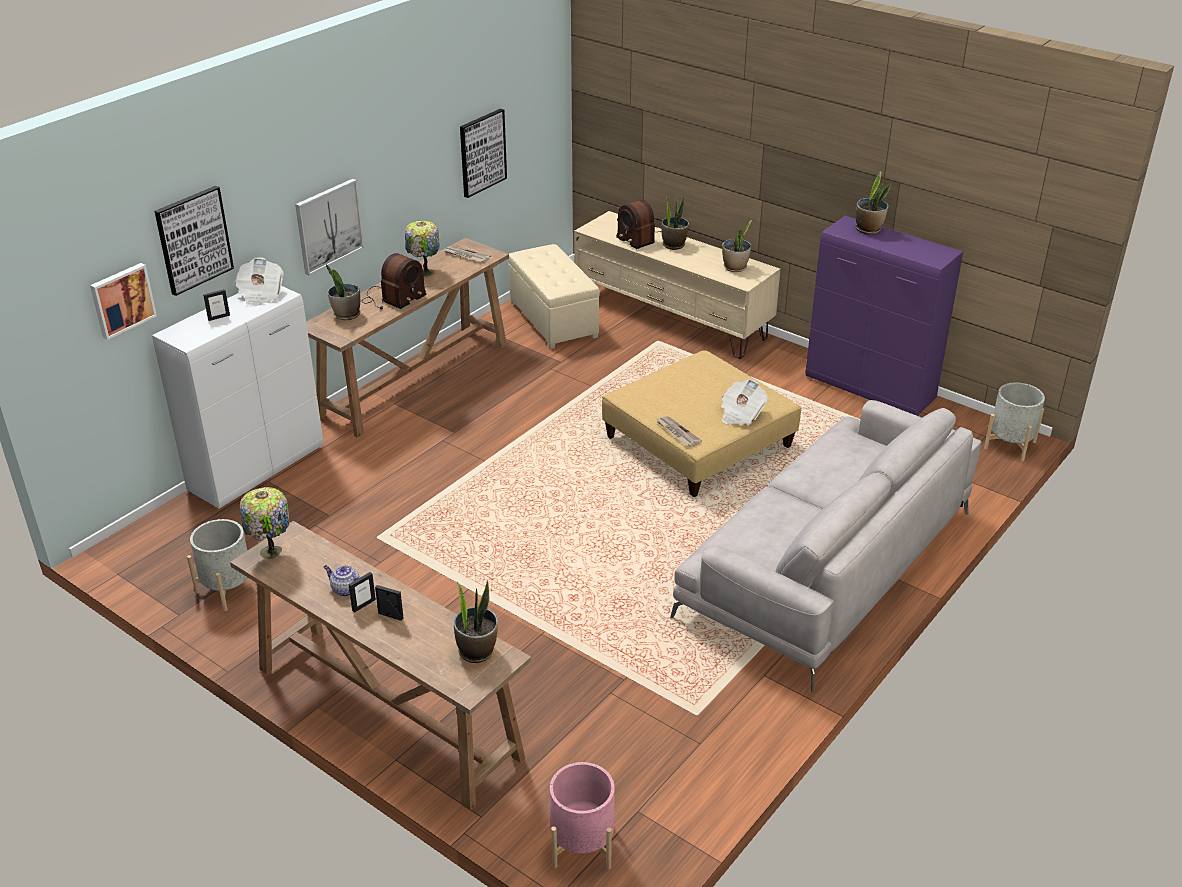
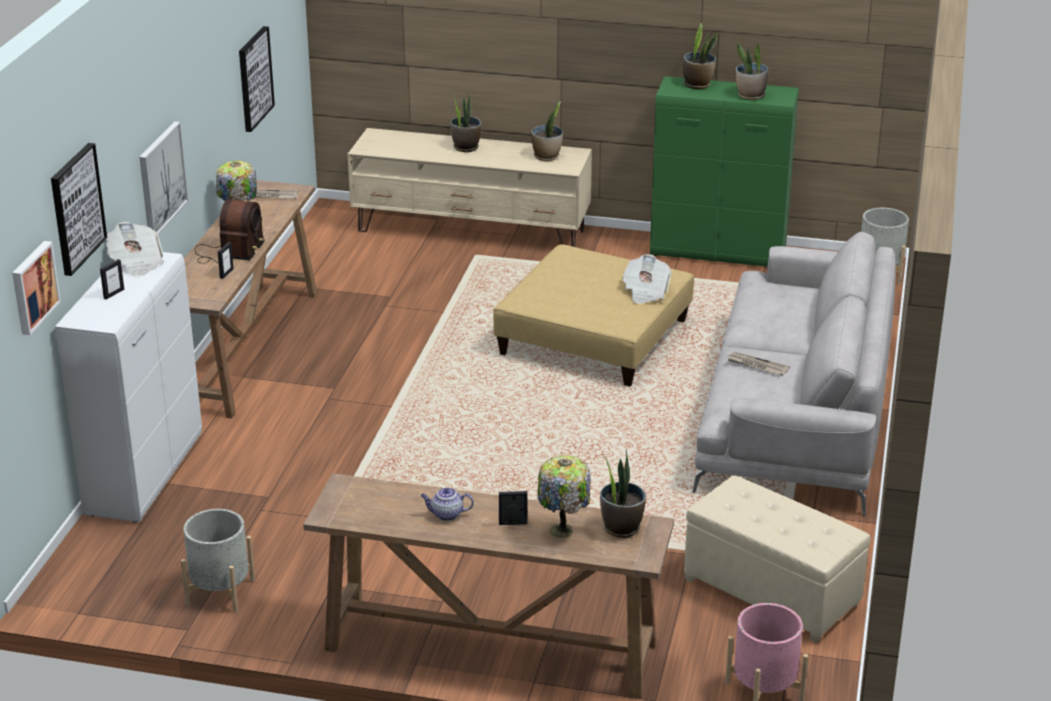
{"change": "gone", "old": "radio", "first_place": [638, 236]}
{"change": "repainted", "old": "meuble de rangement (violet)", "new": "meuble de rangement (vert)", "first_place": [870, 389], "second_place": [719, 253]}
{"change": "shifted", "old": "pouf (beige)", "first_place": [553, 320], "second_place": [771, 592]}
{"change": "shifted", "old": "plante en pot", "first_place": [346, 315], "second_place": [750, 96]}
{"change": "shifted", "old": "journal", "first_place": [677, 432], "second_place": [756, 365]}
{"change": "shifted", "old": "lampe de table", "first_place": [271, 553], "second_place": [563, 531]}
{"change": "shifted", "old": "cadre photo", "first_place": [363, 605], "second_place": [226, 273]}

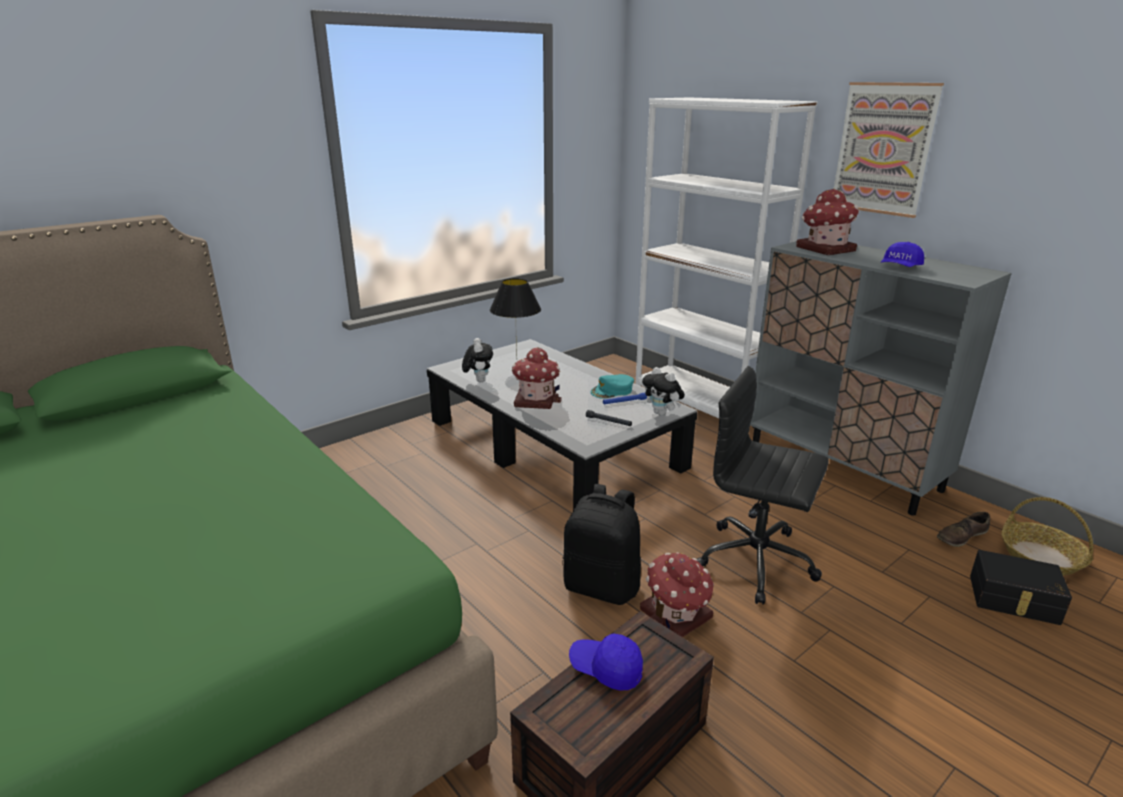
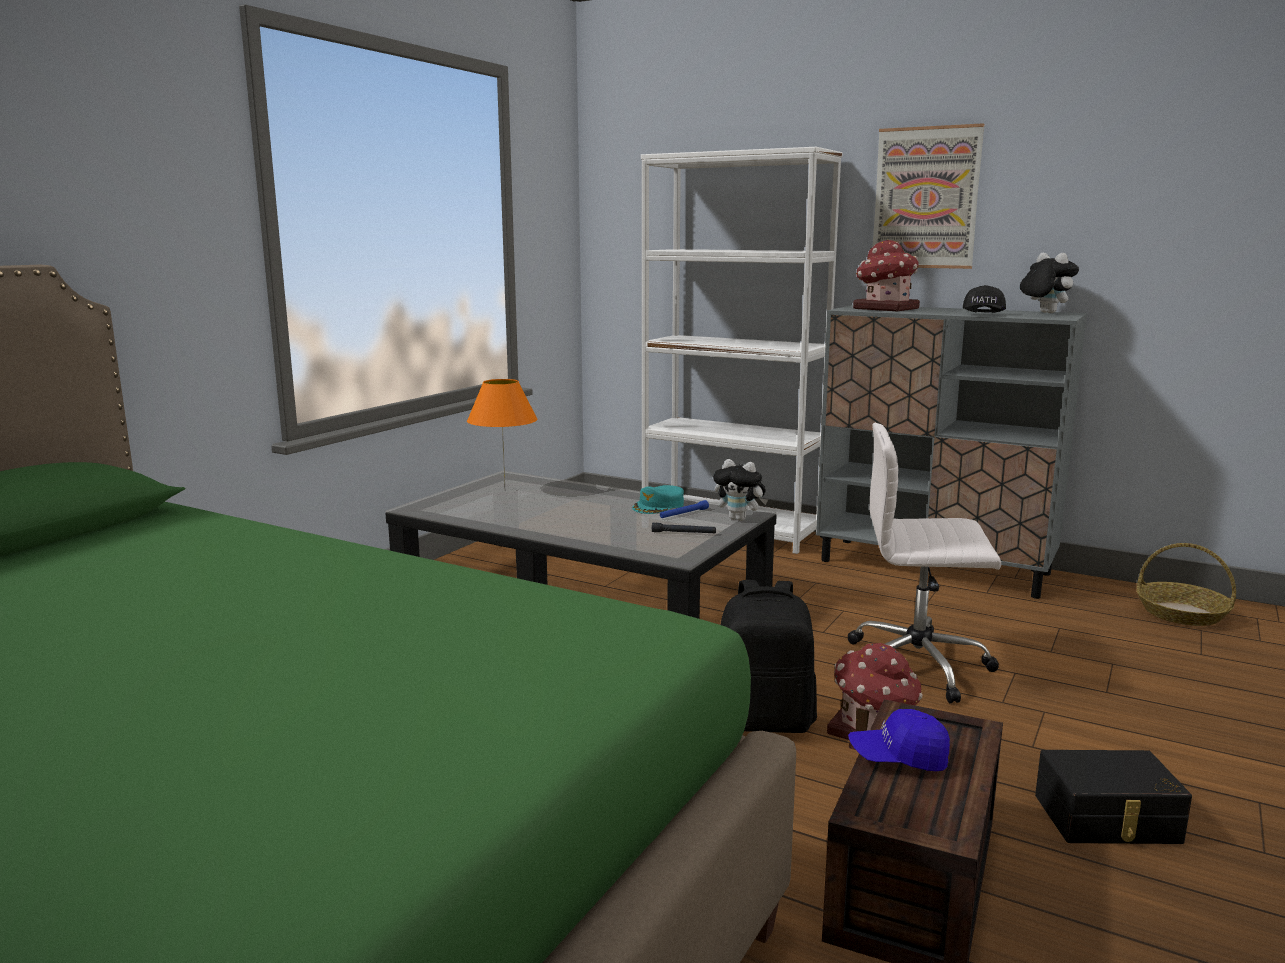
{"change": "repainted", "old": "casquette (bleu)", "new": "casquette (noir)", "first_place": [900, 268], "second_place": [983, 314]}
{"change": "repainted", "old": "lampe de table (noir)", "new": "lampe de table (orange)", "first_place": [517, 359], "second_place": [505, 490]}
{"change": "shifted", "old": "peluche", "first_place": [478, 380], "second_place": [1044, 313]}
{"change": "gone", "old": "maison miniature", "first_place": [536, 399]}
{"change": "repainted", "old": "chaise de bureau (noir)", "new": "chaise de bureau (blanc)", "first_place": [758, 562], "second_place": [919, 666]}
{"change": "gone", "old": "chaussure (marron)", "first_place": [961, 536]}
{"change": "shifted", "old": "boîte de rangement (noir)", "first_place": [1014, 600], "second_place": [1108, 820]}

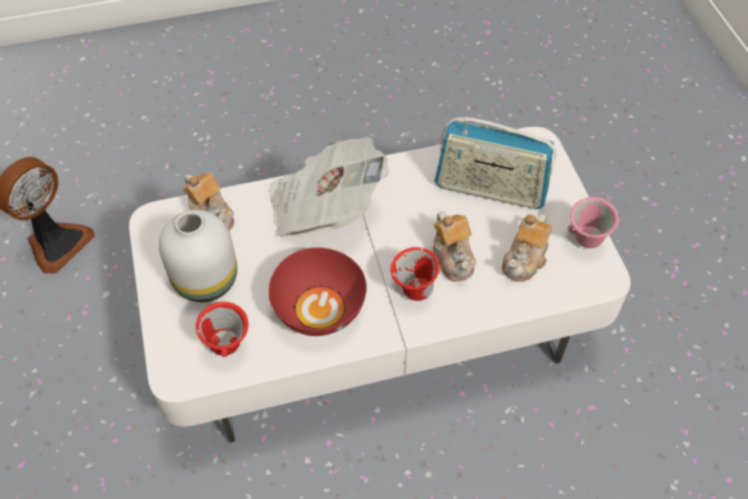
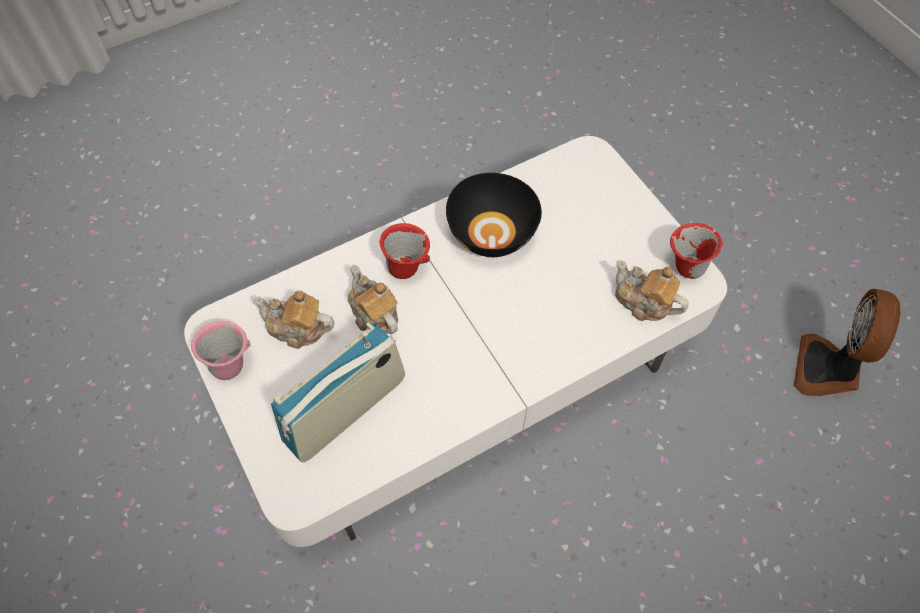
{"change": "rotated", "old": "radio", "first_place": [490, 189], "second_place": [345, 410], "degrees": -45}
{"change": "gone", "old": "journal", "first_place": [325, 206]}
{"change": "gone", "old": "vase (blanc)", "first_place": [204, 278]}
{"change": "rotated", "old": "théière", "first_place": [525, 260], "second_place": [297, 329], "degrees": -90}
{"change": "repainted", "old": "bol (rouge)", "new": "bol (noir)", "first_place": [318, 308], "second_place": [493, 233]}
{"change": "shifted", "old": "mug (rouge)", "first_place": [228, 348], "second_place": [684, 268]}

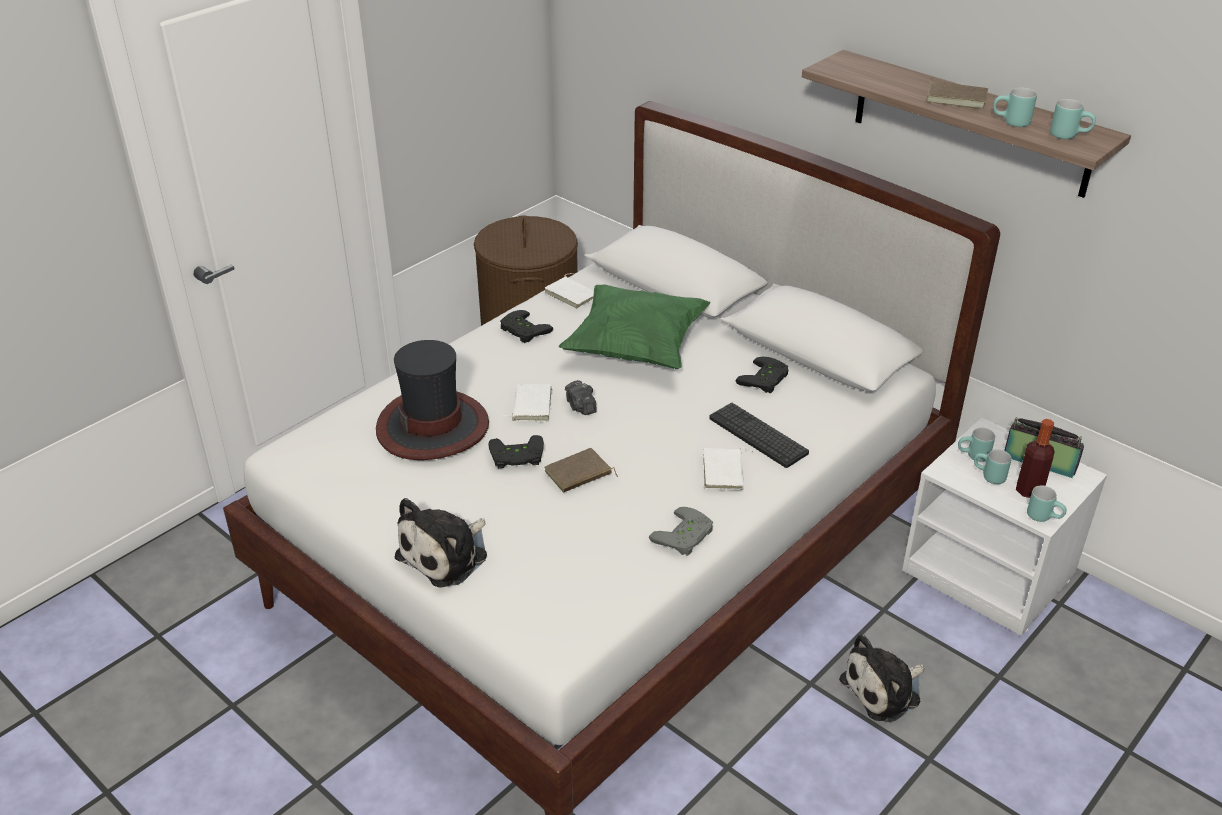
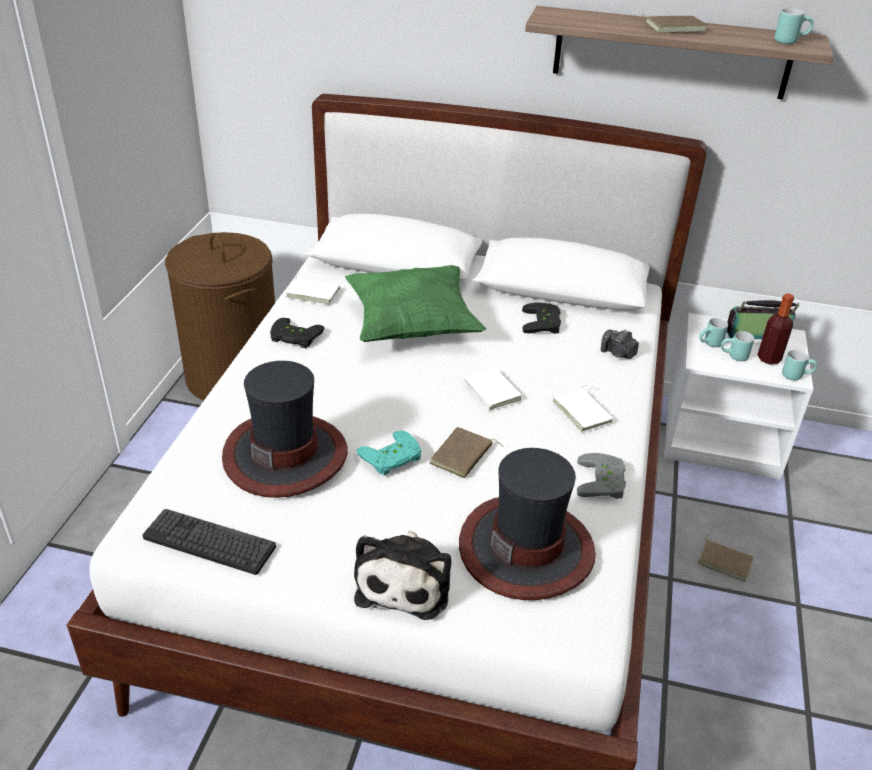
{"change": "gone", "old": "mug (turquoise)", "first_place": [1011, 123]}
{"change": "shifted", "old": "appareil photo", "first_place": [580, 407], "second_place": [618, 353]}
{"change": "shifted", "old": "livre (blanc)", "first_place": [530, 405], "second_place": [490, 392]}
{"change": "shifted", "old": "clavier", "first_place": [758, 435], "second_place": [209, 542]}
{"change": "repainted", "old": "manette (noir)", "new": "manette (turquoise)", "first_place": [516, 457], "second_place": [392, 458]}
{"change": "swapped", "old": "peluche", "new": "livre (marron)", "first_place": [884, 690], "second_place": [725, 561]}
{"change": "new", "new": "chapeau", "second_place": [526, 548]}

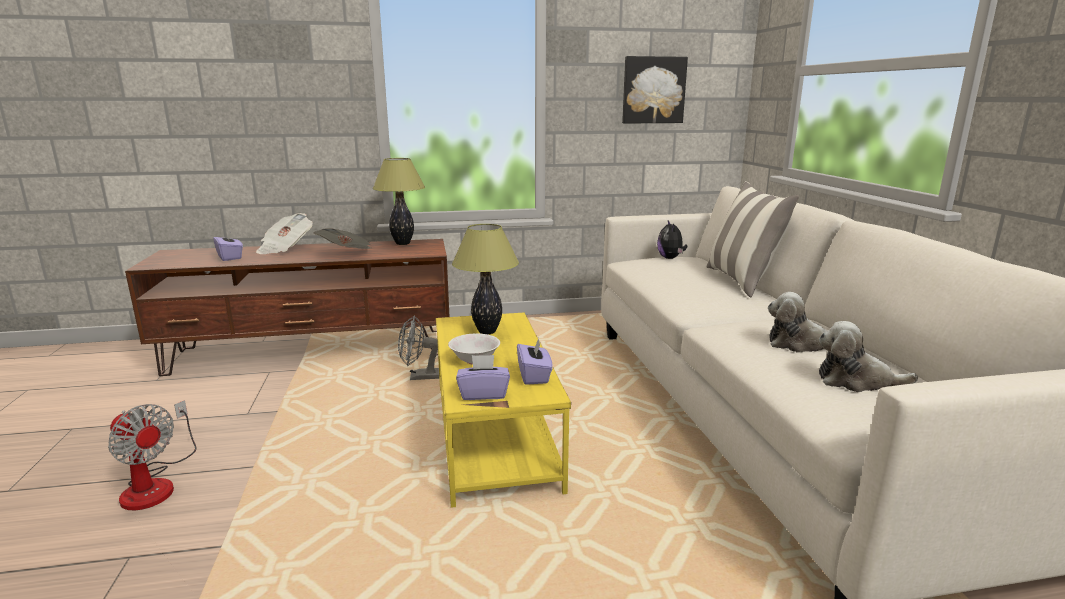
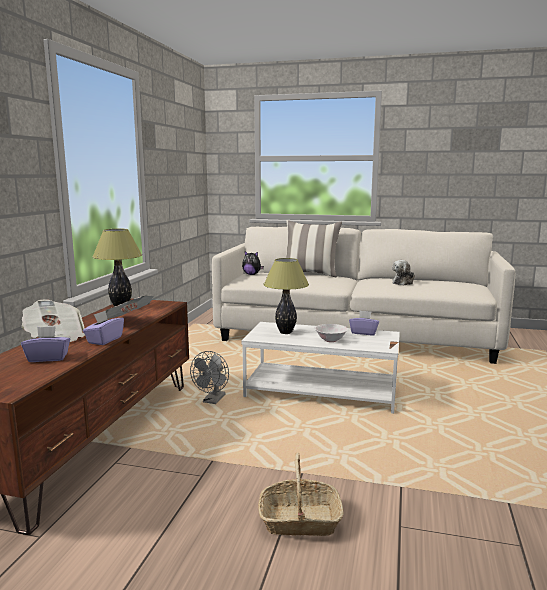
{"change": "gone", "old": "tableau", "first_place": [653, 90]}
{"change": "repainted", "old": "table basse (jaune)", "new": "table basse (blanc)", "first_place": [495, 435], "second_place": [322, 391]}
{"change": "gone", "old": "peluche", "first_place": [856, 381]}
{"change": "shifted", "old": "boîte à mouchoirs (violet)", "first_place": [483, 394], "second_place": [104, 340]}
{"change": "swapped", "old": "ventilateur", "new": "panier", "first_place": [155, 484], "second_place": [299, 520]}

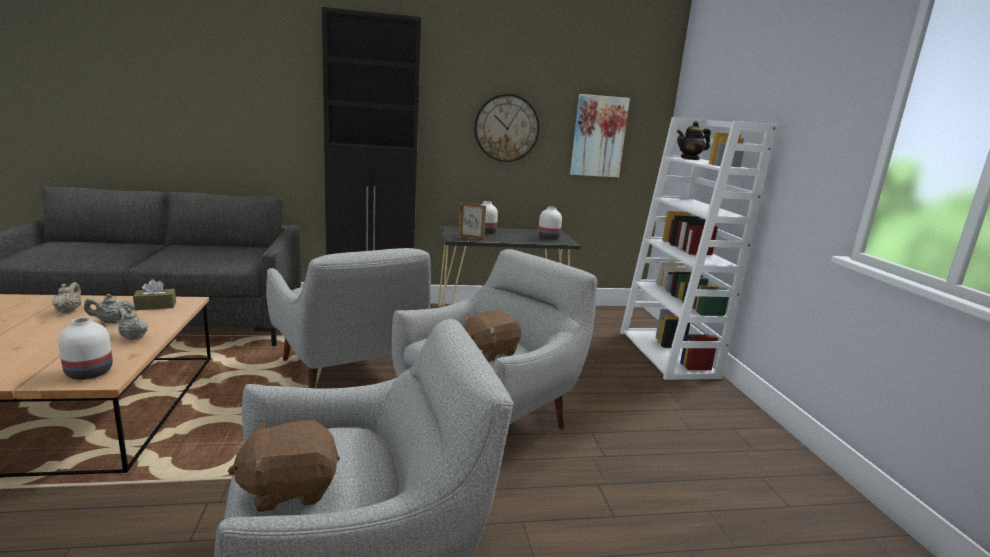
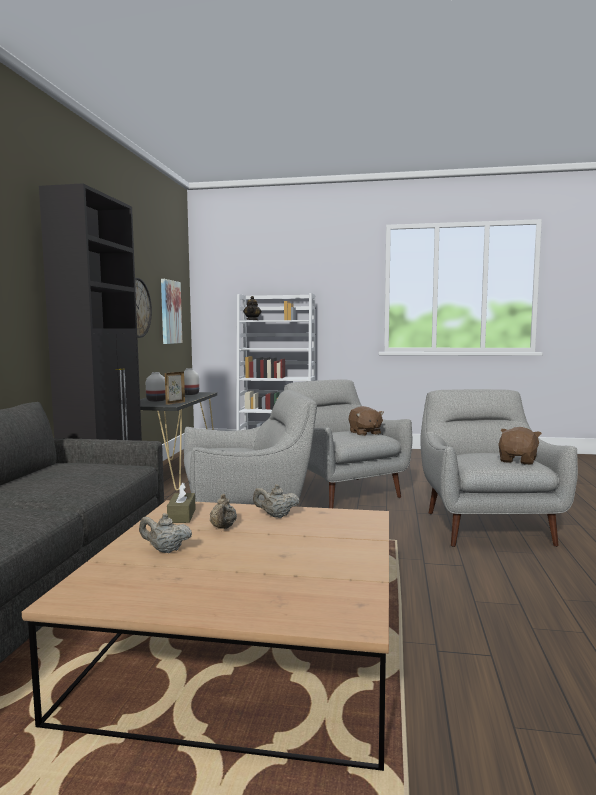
{"change": "rotated", "old": "théière (beige)", "first_place": [133, 337], "second_place": [276, 516], "degrees": 45}
{"change": "gone", "old": "vase (blanc)", "first_place": [88, 372]}
{"change": "rotated", "old": "peluche (marron)", "first_place": [289, 488], "second_place": [518, 460], "degrees": -150}

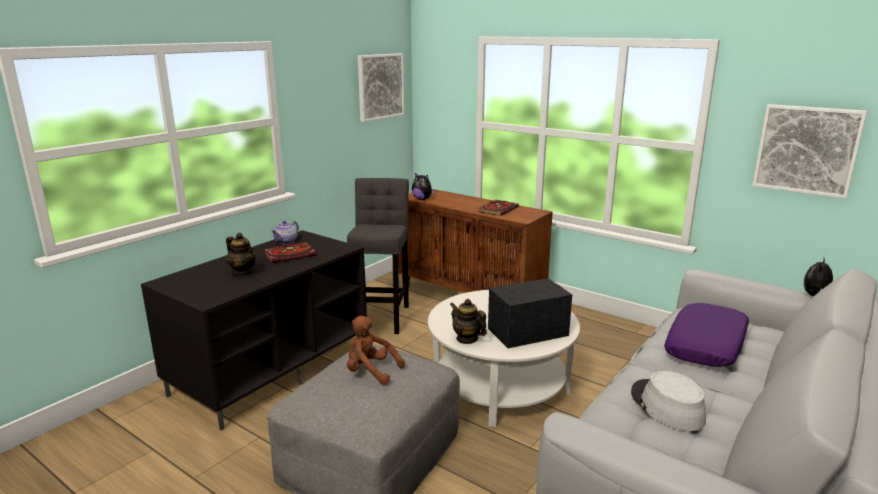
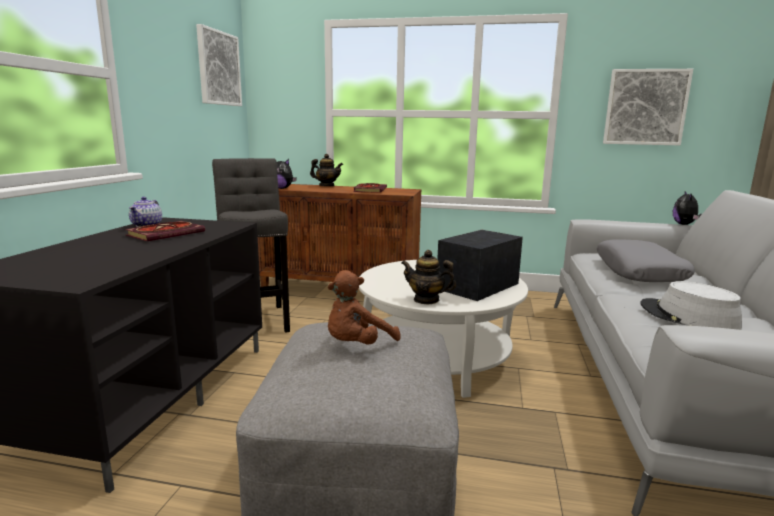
{"change": "shifted", "old": "théière", "first_place": [243, 272], "second_place": [326, 186]}
{"change": "repainted", "old": "coussin (violet)", "new": "coussin (gris)", "first_place": [706, 345], "second_place": [639, 272]}
{"change": "rotated", "old": "peluche (marron)", "first_place": [371, 371], "second_place": [357, 345], "degrees": -45}

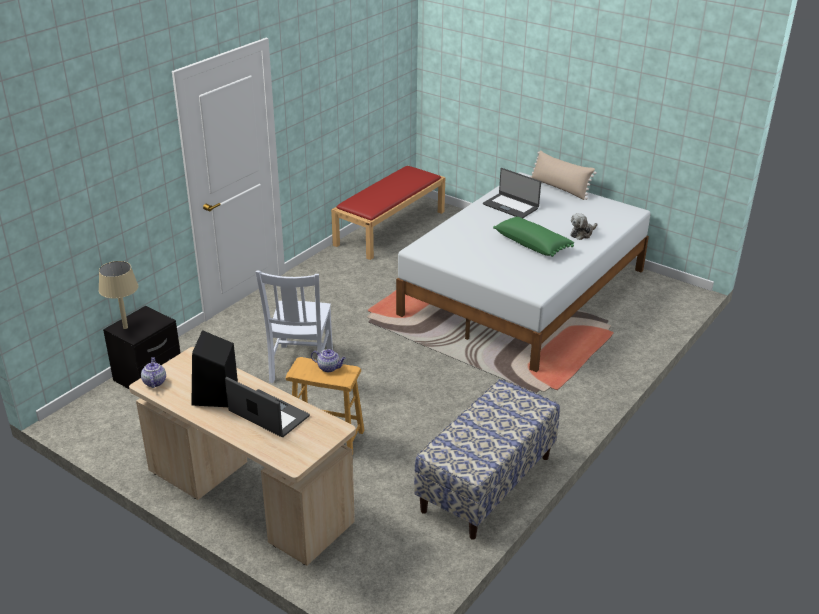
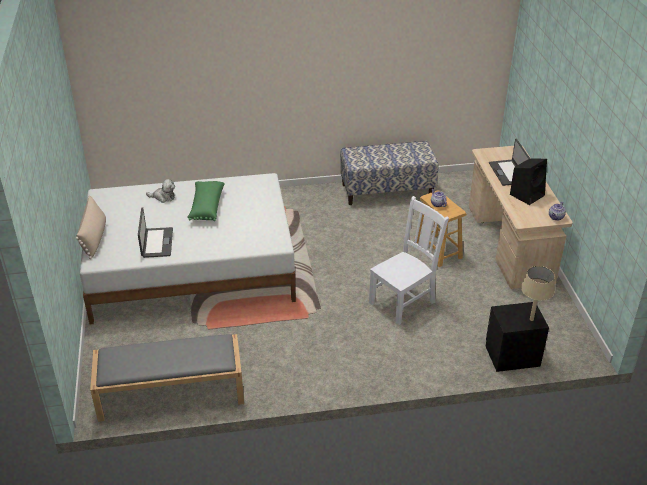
{"change": "repainted", "old": "banc (rouge)", "new": "banc (gris)", "first_place": [390, 227], "second_place": [170, 393]}

